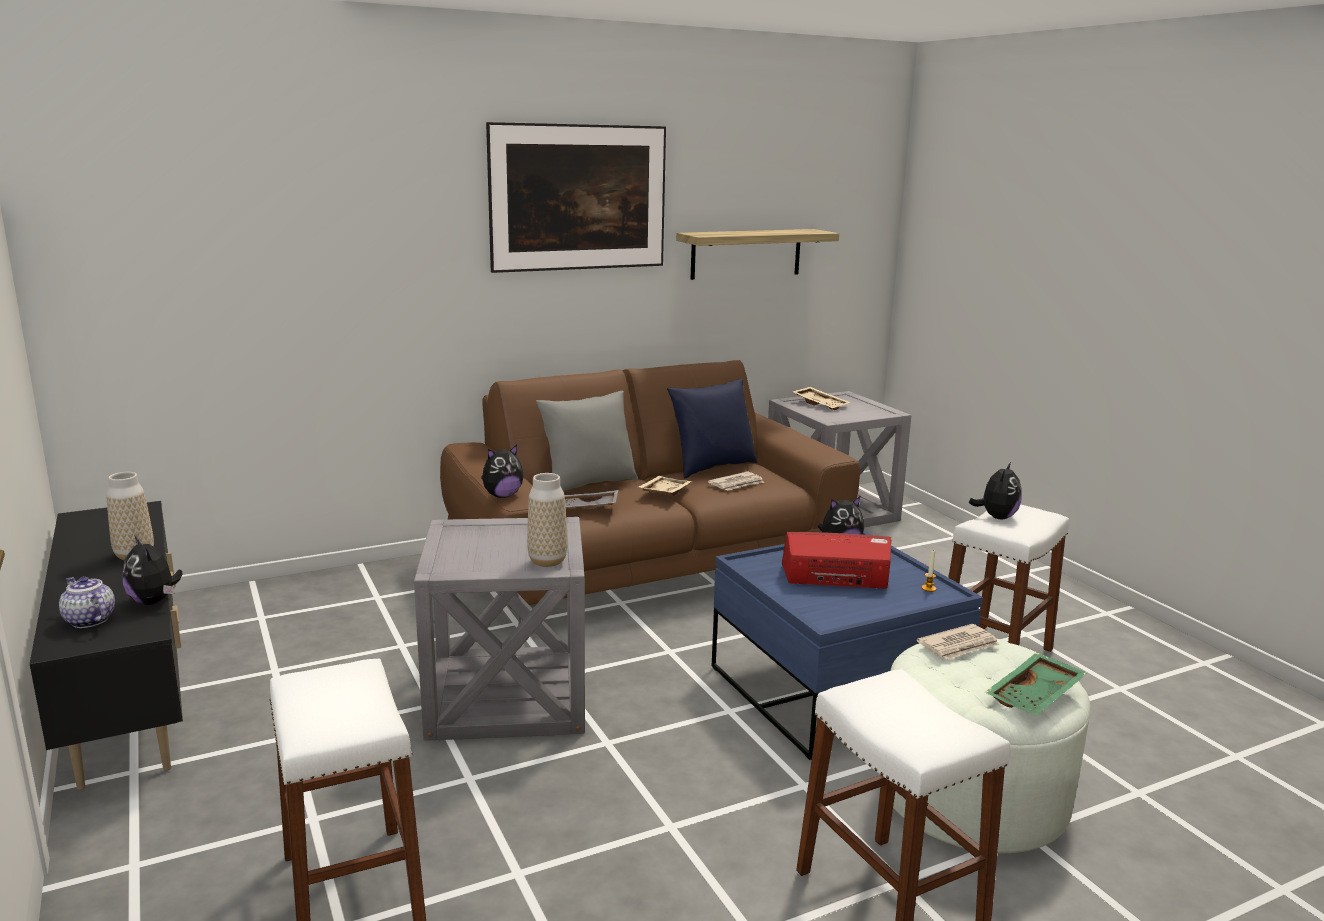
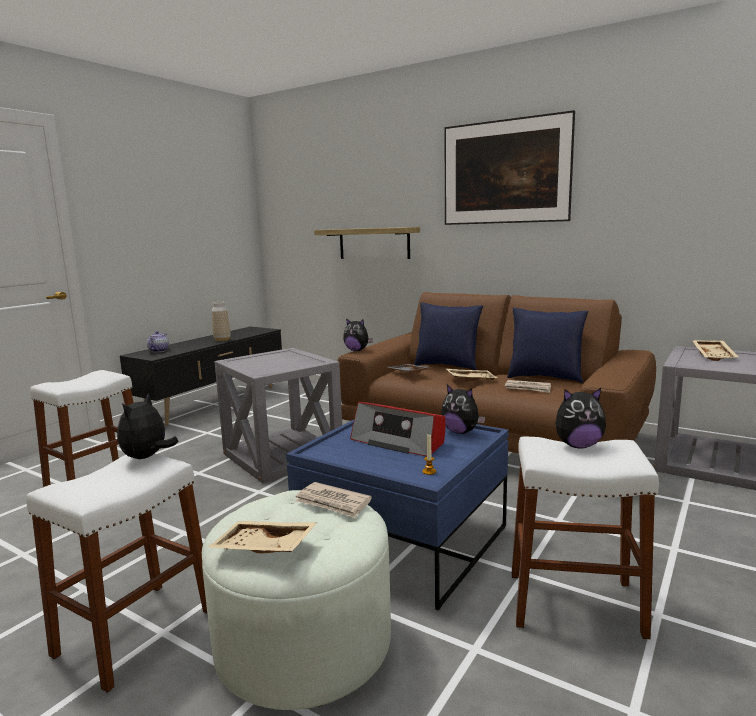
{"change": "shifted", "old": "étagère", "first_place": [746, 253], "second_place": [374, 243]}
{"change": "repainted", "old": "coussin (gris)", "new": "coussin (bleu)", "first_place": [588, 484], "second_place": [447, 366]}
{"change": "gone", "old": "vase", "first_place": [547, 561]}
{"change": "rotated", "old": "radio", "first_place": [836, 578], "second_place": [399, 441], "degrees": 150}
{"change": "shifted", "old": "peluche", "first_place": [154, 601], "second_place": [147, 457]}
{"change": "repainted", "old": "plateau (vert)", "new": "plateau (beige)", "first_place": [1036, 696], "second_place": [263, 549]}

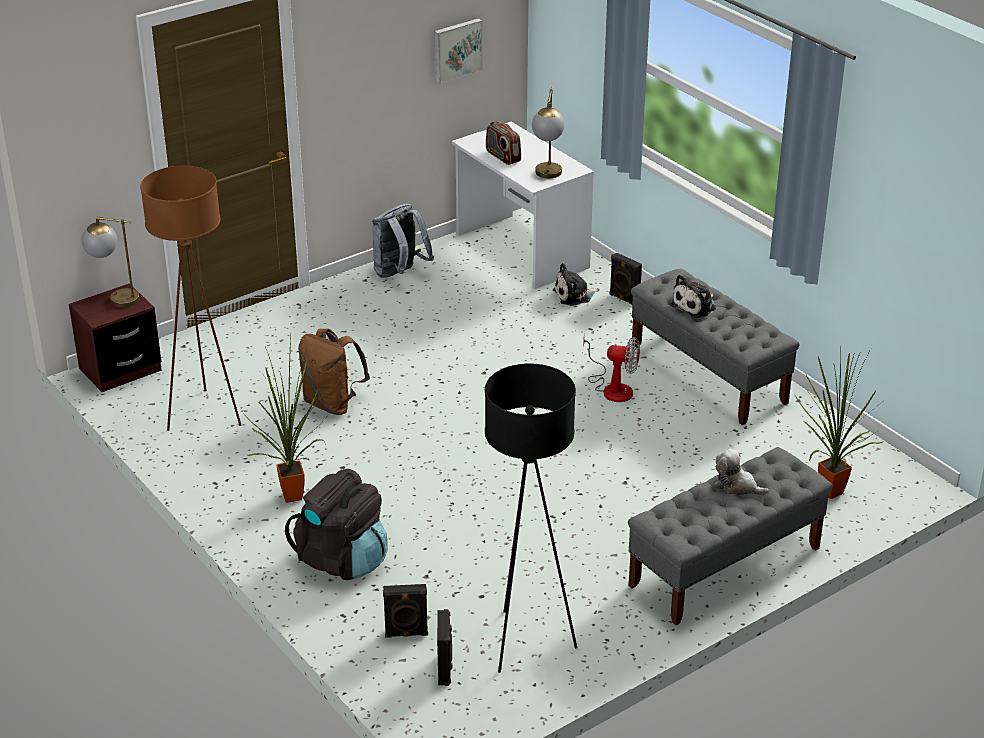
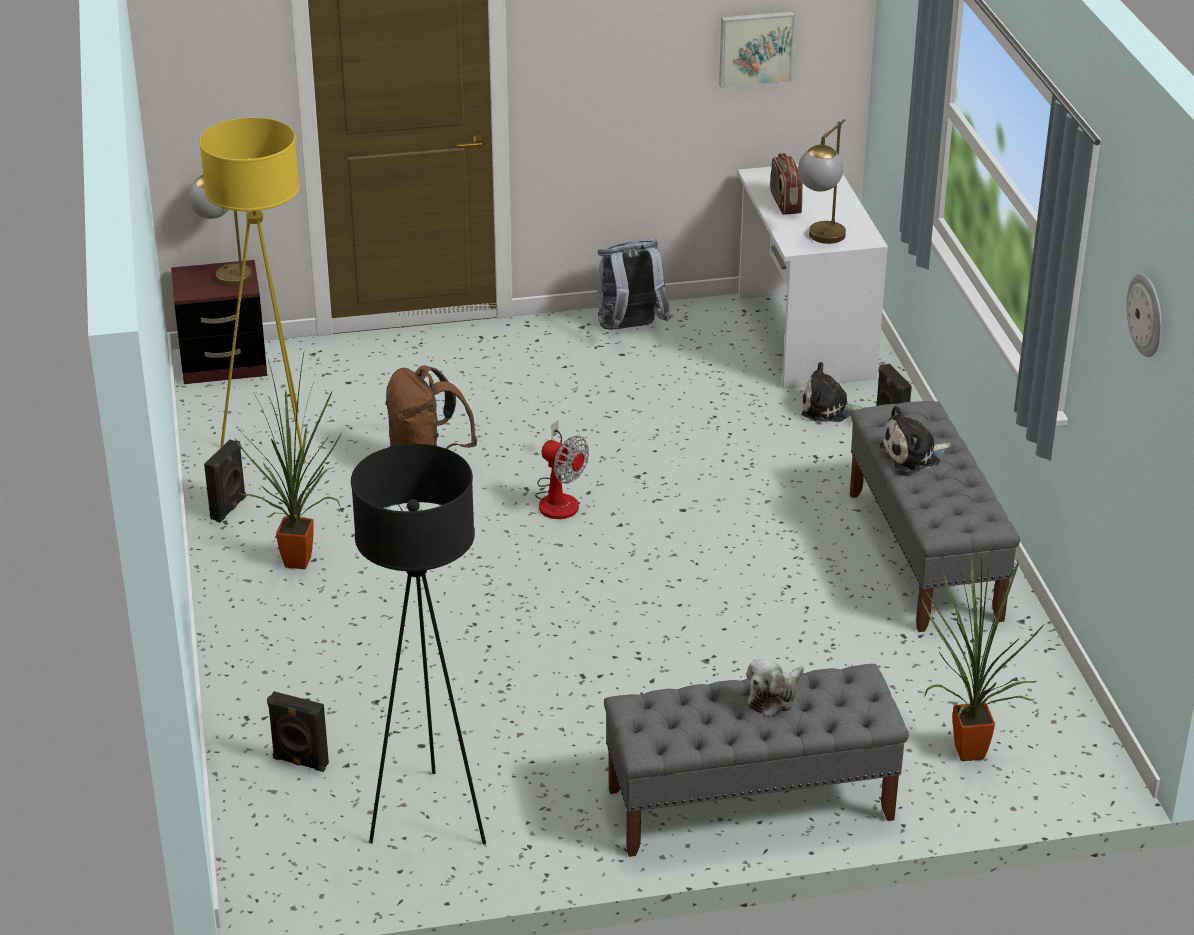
{"change": "repainted", "old": "lampadaire (marron)", "new": "lampadaire (jaune)", "first_place": [205, 414], "second_place": [275, 439]}
{"change": "shifted", "old": "ventilateur", "first_place": [612, 387], "second_place": [558, 498]}
{"change": "rotated", "old": "peluche", "first_place": [737, 486], "second_place": [774, 697], "degrees": -105}
{"change": "gone", "old": "sac à dos (noir)", "first_place": [342, 559]}
{"change": "shifted", "old": "enceinte (noir)", "first_place": [445, 670], "second_place": [229, 508]}
{"change": "new", "new": "horloge murale", "second_place": [1147, 315]}

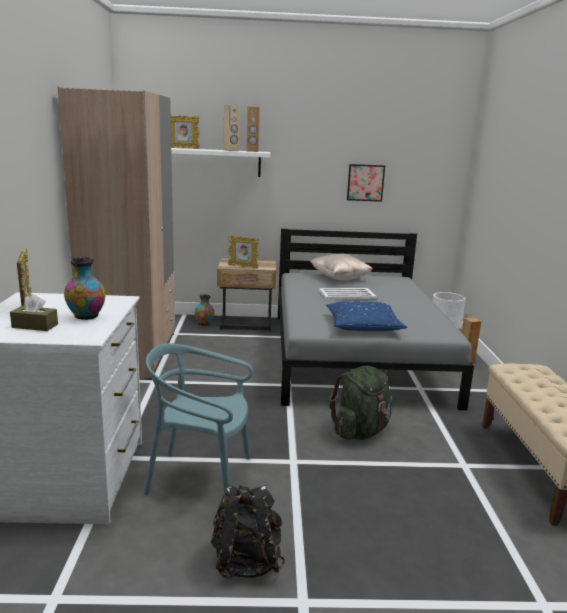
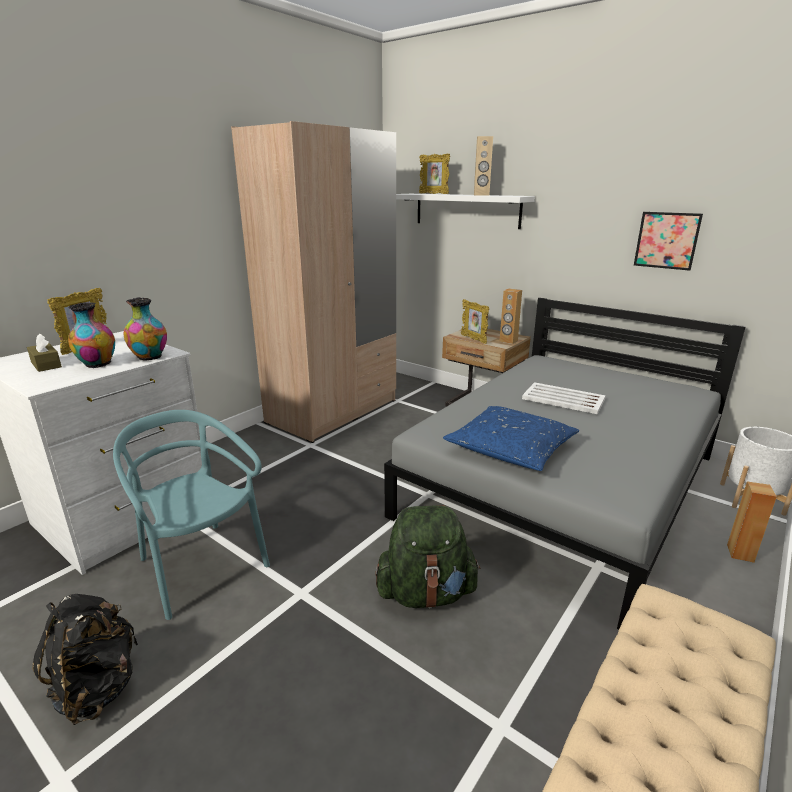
{"change": "shifted", "old": "enceinte (marron)", "first_place": [252, 151], "second_place": [508, 341]}
{"change": "gone", "old": "coussin (beige)", "first_place": [339, 278]}
{"change": "shifted", "old": "vase", "first_place": [204, 323], "second_place": [150, 357]}

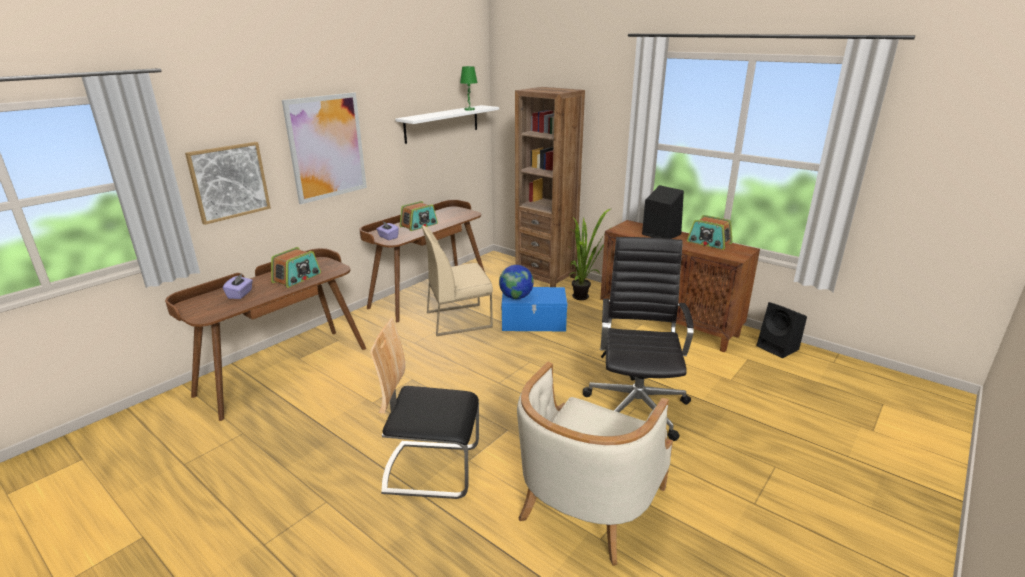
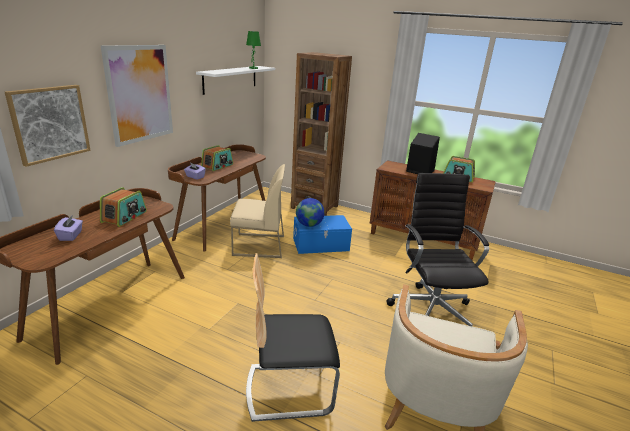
{"change": "gone", "old": "plante en pot", "first_place": [584, 297]}
{"change": "rotated", "old": "chaise (beige)", "first_place": [459, 319], "second_place": [258, 246], "degrees": -150}
{"change": "gone", "old": "enceinte (noir)", "first_place": [778, 348]}

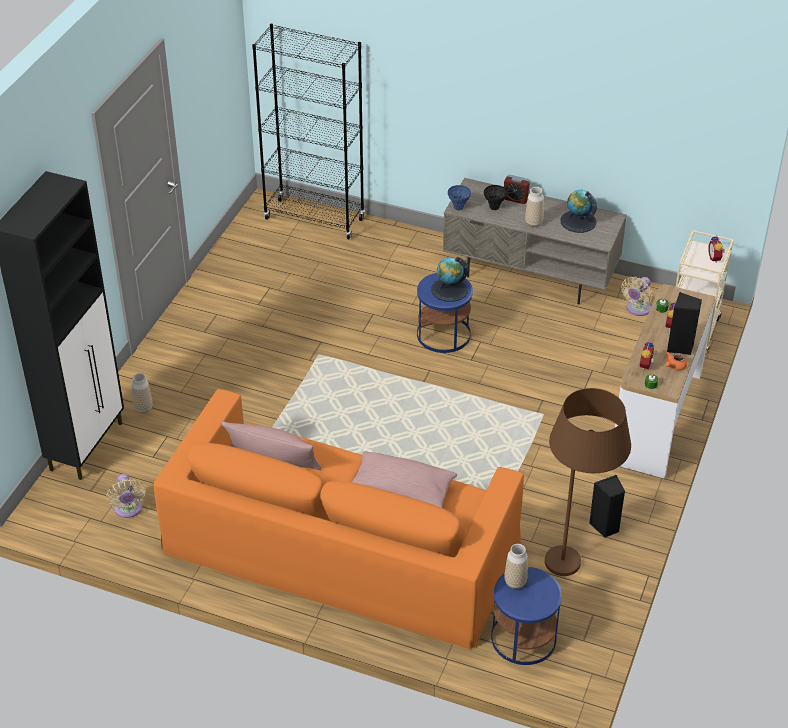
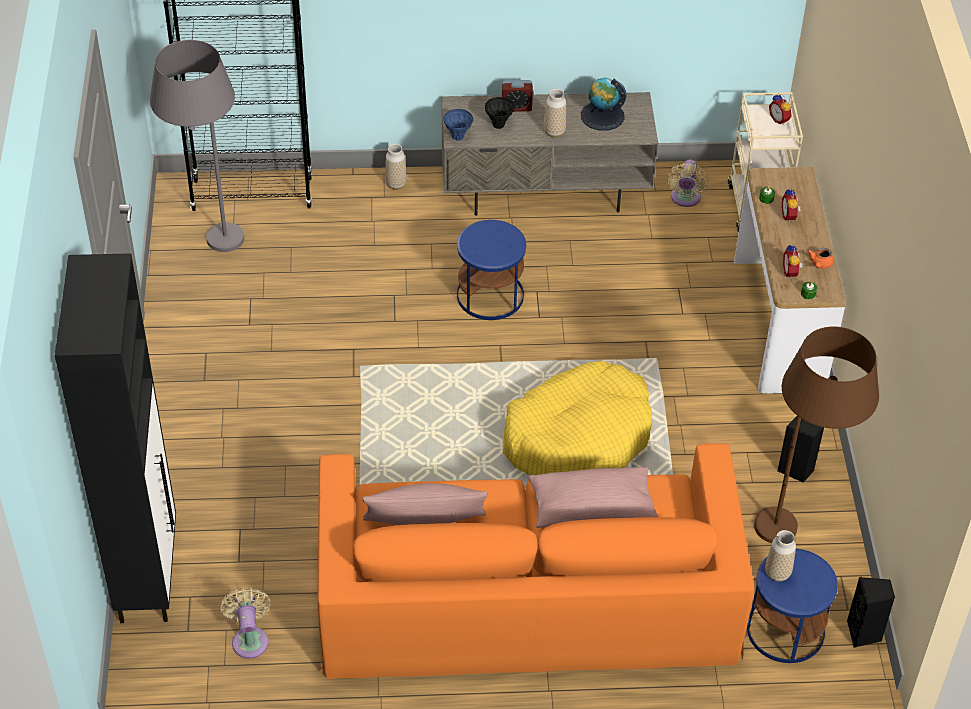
{"change": "gone", "old": "globe", "first_place": [449, 289]}
{"change": "shifted", "old": "enceinte (noir)", "first_place": [680, 347], "second_place": [864, 633]}
{"change": "shifted", "old": "vase", "first_place": [143, 408], "second_place": [396, 184]}
{"change": "rotated", "old": "ventilateur (beige)", "first_place": [128, 510], "second_place": [250, 639], "degrees": -150}
{"change": "new", "new": "lampadaire (gris)", "second_place": [212, 251]}
{"change": "new", "new": "panier pour chien (jaune)", "second_place": [578, 437]}

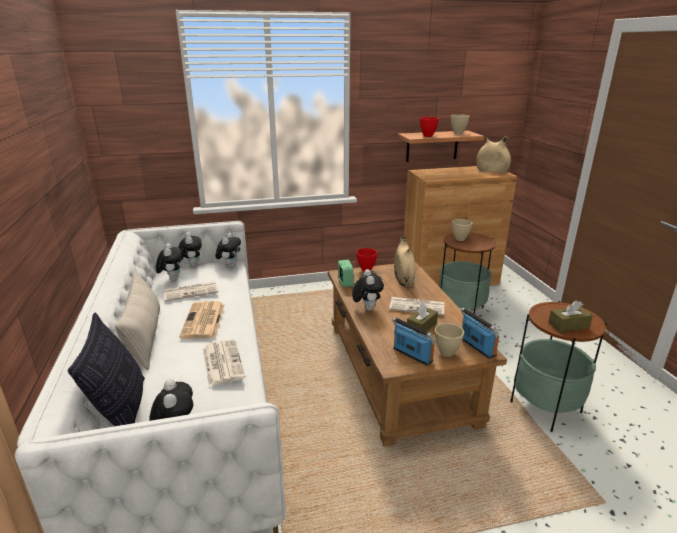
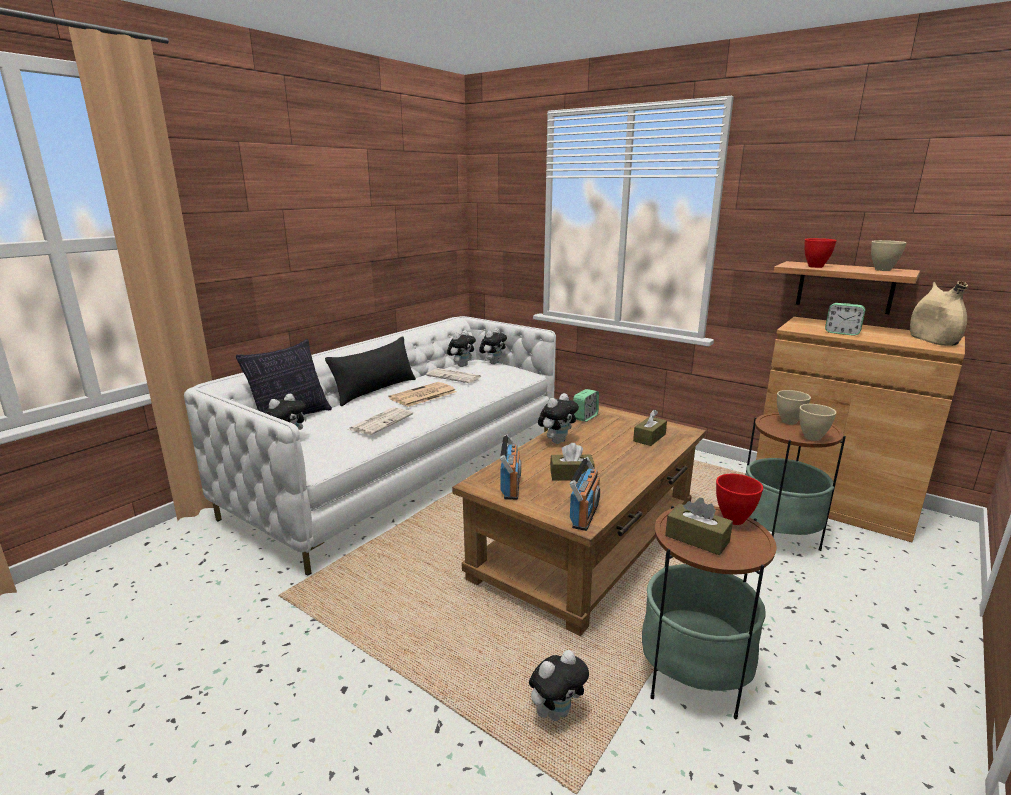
{"change": "shifted", "old": "peluche", "first_place": [230, 266], "second_place": [556, 712]}
{"change": "swapped", "old": "vase (beige)", "new": "boîte à mouchoirs (marron)", "first_place": [403, 280], "second_place": [649, 438]}
{"change": "shifted", "old": "bol (rouge)", "first_place": [366, 269], "second_place": [735, 519]}
{"change": "repainted", "old": "coussin (beige)", "new": "coussin (noir)", "first_place": [145, 338], "second_place": [375, 390]}
{"change": "gone", "old": "journal", "first_place": [417, 306]}
{"change": "shifted", "old": "bol (beige)", "first_place": [446, 353], "second_place": [811, 437]}
{"change": "new", "new": "réveil", "second_place": [842, 333]}

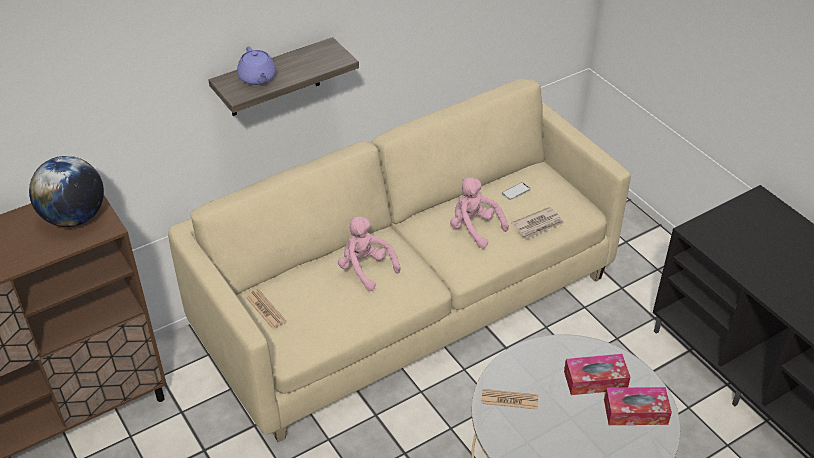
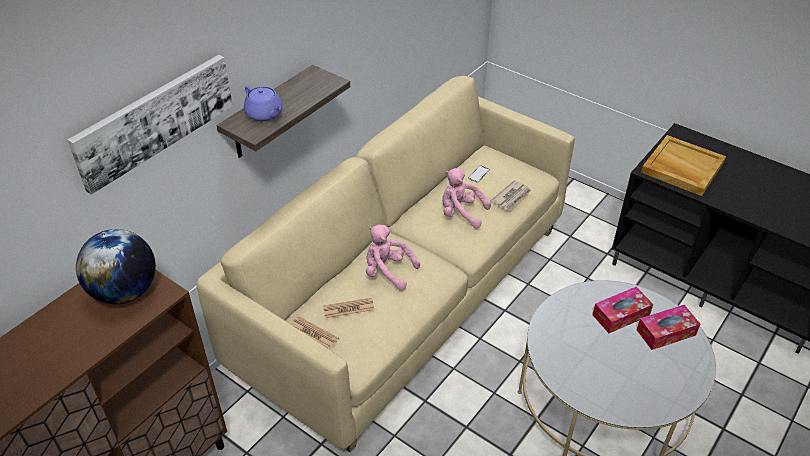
{"change": "shifted", "old": "journal", "first_place": [509, 400], "second_place": [348, 308]}
{"change": "new", "new": "tableau", "second_place": [154, 120]}
{"change": "new", "new": "plateau (beige)", "second_place": [681, 168]}

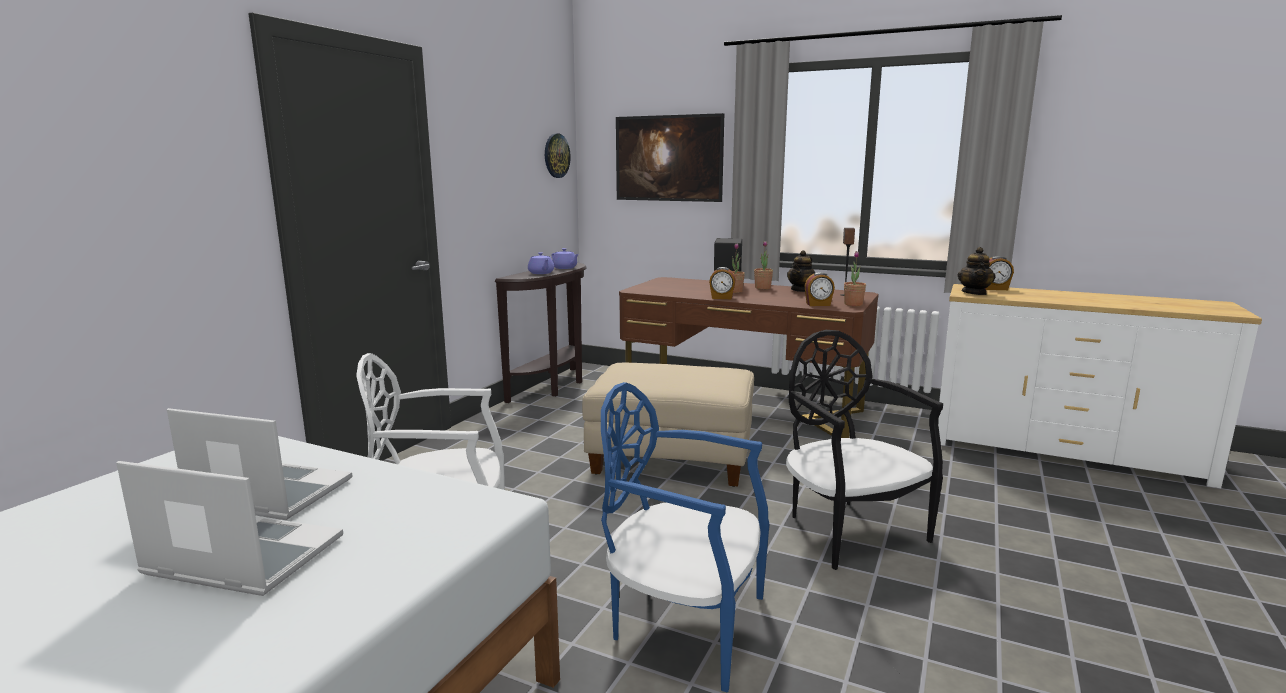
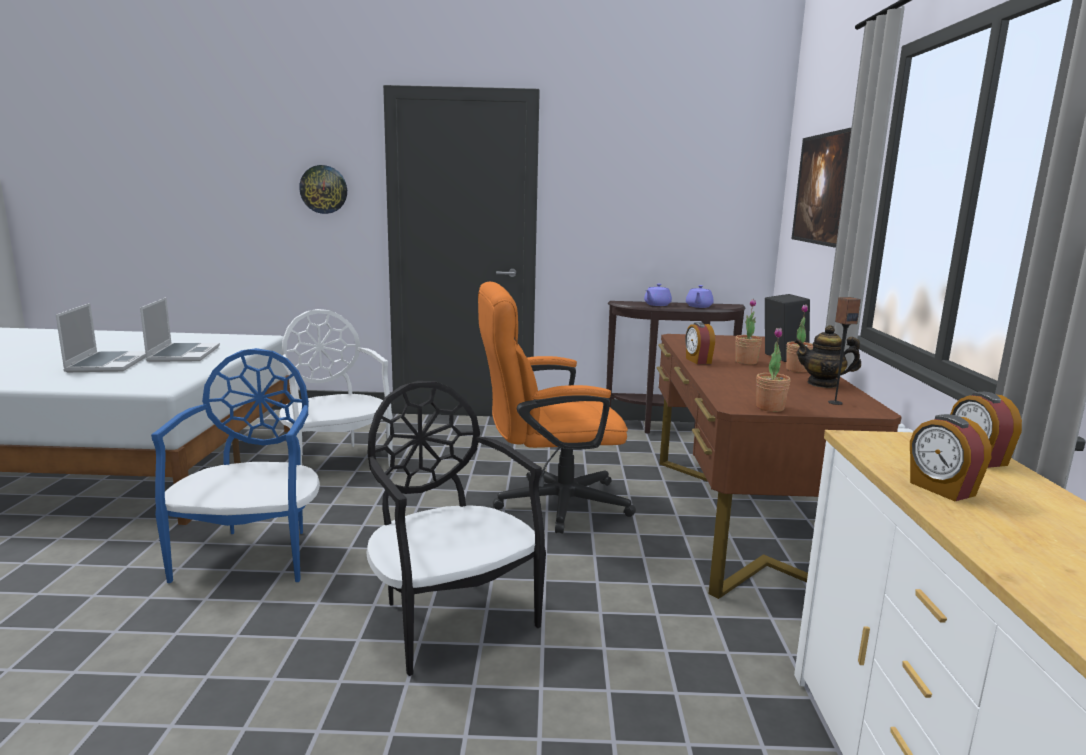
{"change": "shifted", "old": "horloge murale", "first_place": [556, 155], "second_place": [324, 189]}
{"change": "gone", "old": "théière", "first_place": [974, 293]}
{"change": "shifted", "old": "réveil", "first_place": [818, 304], "second_place": [941, 489]}
{"change": "rotated", "old": "chaise (noir)", "first_place": [850, 530], "second_place": [451, 617], "degrees": -75}
{"change": "swapped", "old": "pouf (beige)", "new": "chaise de bureau (orange)", "first_place": [671, 459], "second_place": [549, 504]}

